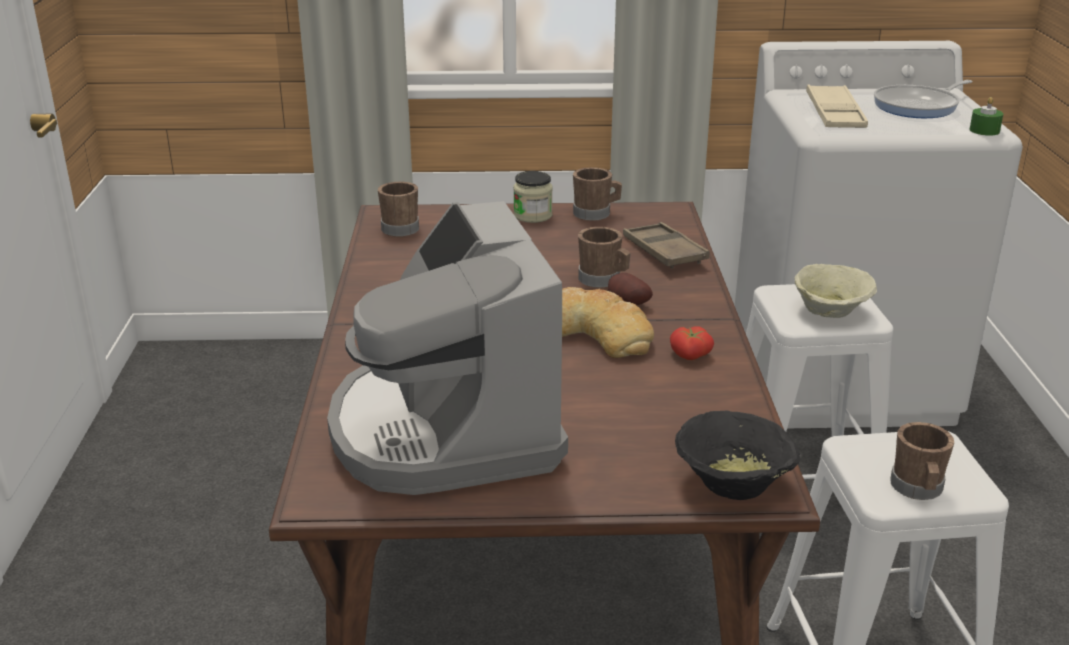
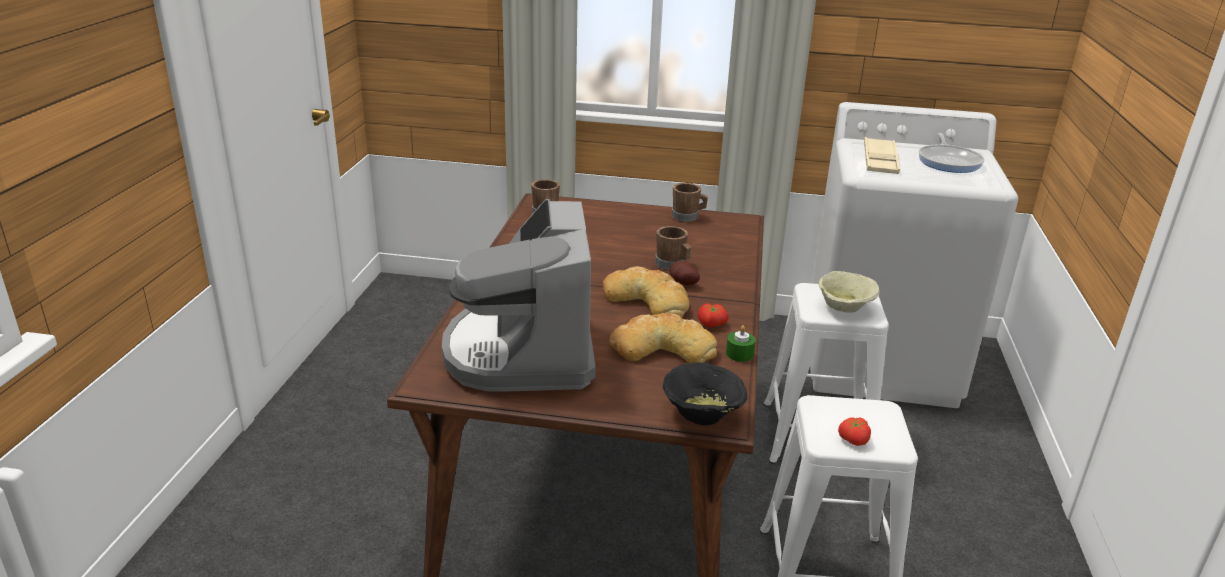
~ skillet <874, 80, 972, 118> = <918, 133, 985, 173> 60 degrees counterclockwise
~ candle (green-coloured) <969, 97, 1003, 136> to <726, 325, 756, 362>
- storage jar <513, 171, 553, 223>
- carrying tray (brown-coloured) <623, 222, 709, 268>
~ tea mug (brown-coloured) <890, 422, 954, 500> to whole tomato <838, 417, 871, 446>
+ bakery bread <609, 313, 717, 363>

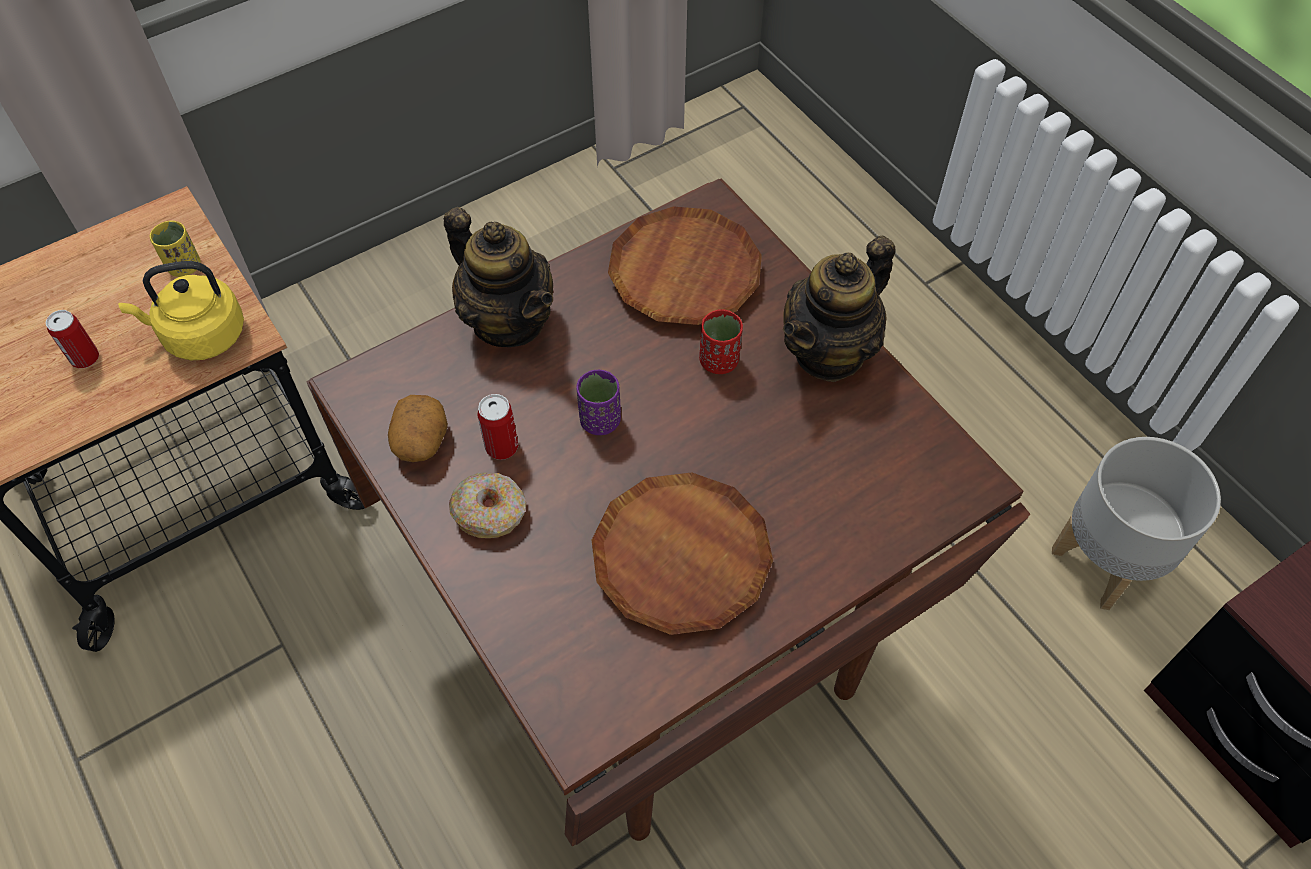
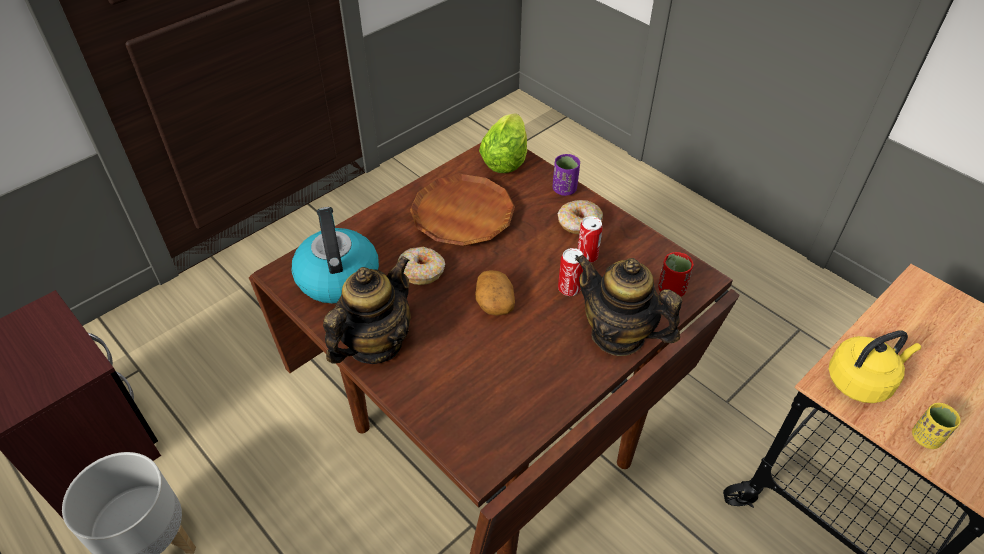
- flat dish (brown-coloured) <608, 206, 762, 325>
~ small cup (red) <699, 309, 743, 374> to <658, 252, 694, 297>
~ can <46, 310, 99, 368> to <558, 248, 583, 296>
~ small cup (purple) <576, 370, 621, 435> to <553, 154, 580, 196>
~ spud <388, 395, 448, 462> to <475, 270, 515, 316>
+ head of lettuce <479, 113, 527, 173>
+ kettle <291, 207, 379, 304>
+ ring doughnut <397, 247, 445, 285>

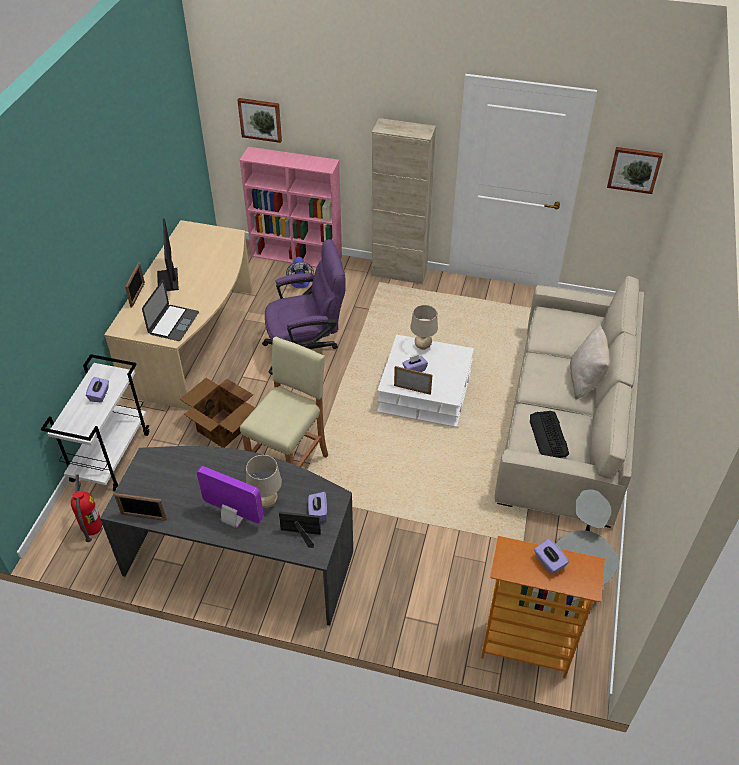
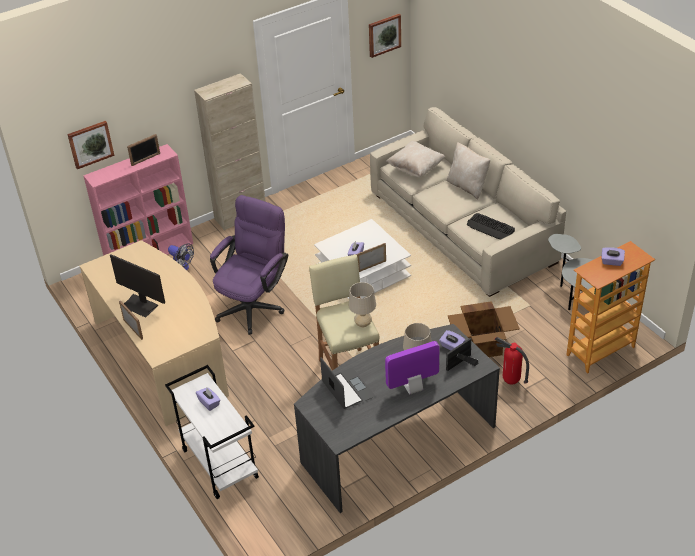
~ laptop <142, 280, 199, 341> to <320, 358, 375, 409>
~ table lamp (beige-coloured) <410, 305, 438, 350> to <349, 282, 376, 327>
~ carton <180, 378, 255, 448> to <448, 301, 520, 357>
~ fire extinguisher <71, 474, 102, 542> to <495, 337, 529, 385>
~ photo frame <114, 493, 167, 521> to <127, 134, 160, 166>
+ pillow (beige-coloured) <386, 141, 445, 177>

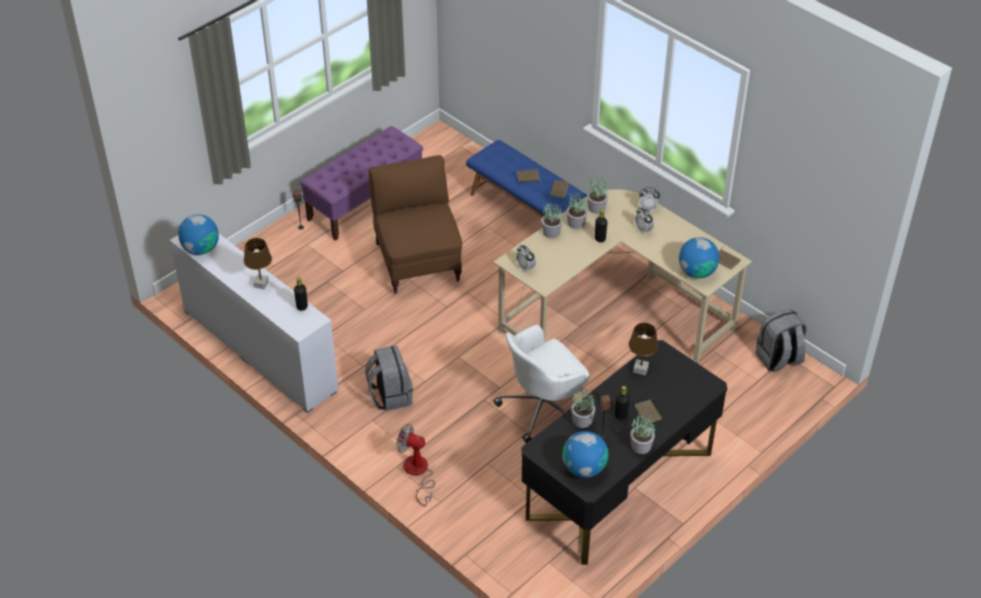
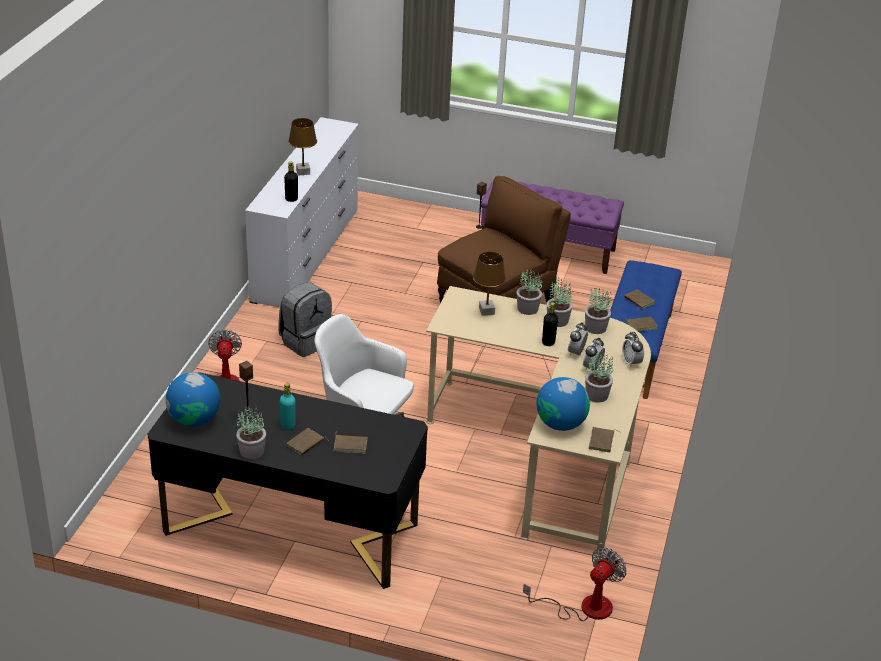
- desk globe <178, 214, 219, 255>
~ alarm clock <516, 245, 536, 273> to <568, 323, 588, 356>
~ knapsack (grey) <755, 309, 807, 372> to fan <523, 548, 627, 621>
~ table lamp (brown-coloured) <629, 323, 658, 375> to <473, 252, 506, 316>
~ beverage bottle (blackish) <615, 386, 630, 420> to beverage bottle (turquoise-coloured) <280, 383, 296, 430>
~ plant in a pot <571, 388, 595, 428> to <585, 351, 613, 402>
+ bound book (brown-coloured) <333, 435, 368, 454>

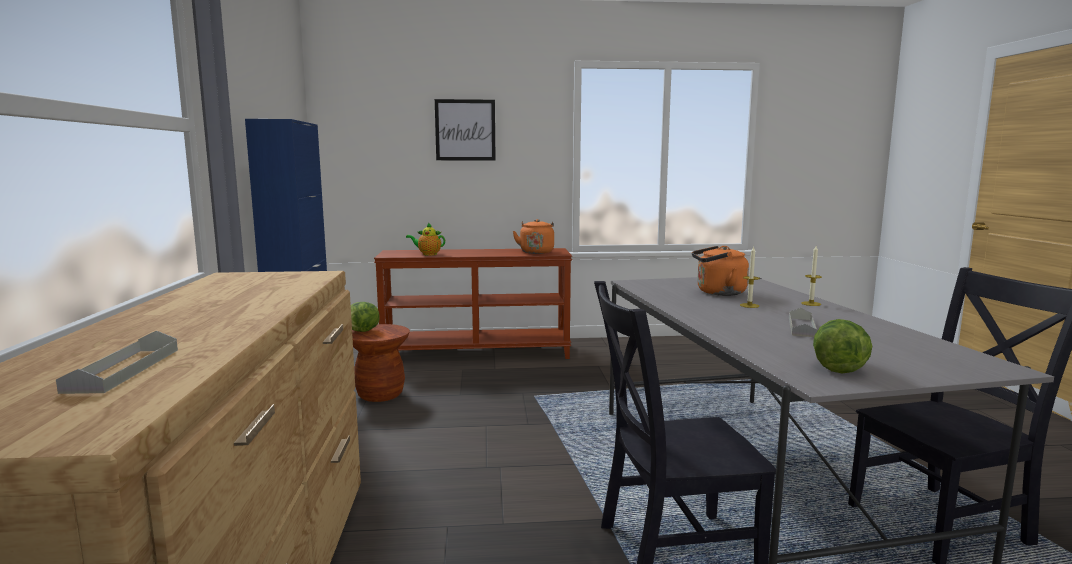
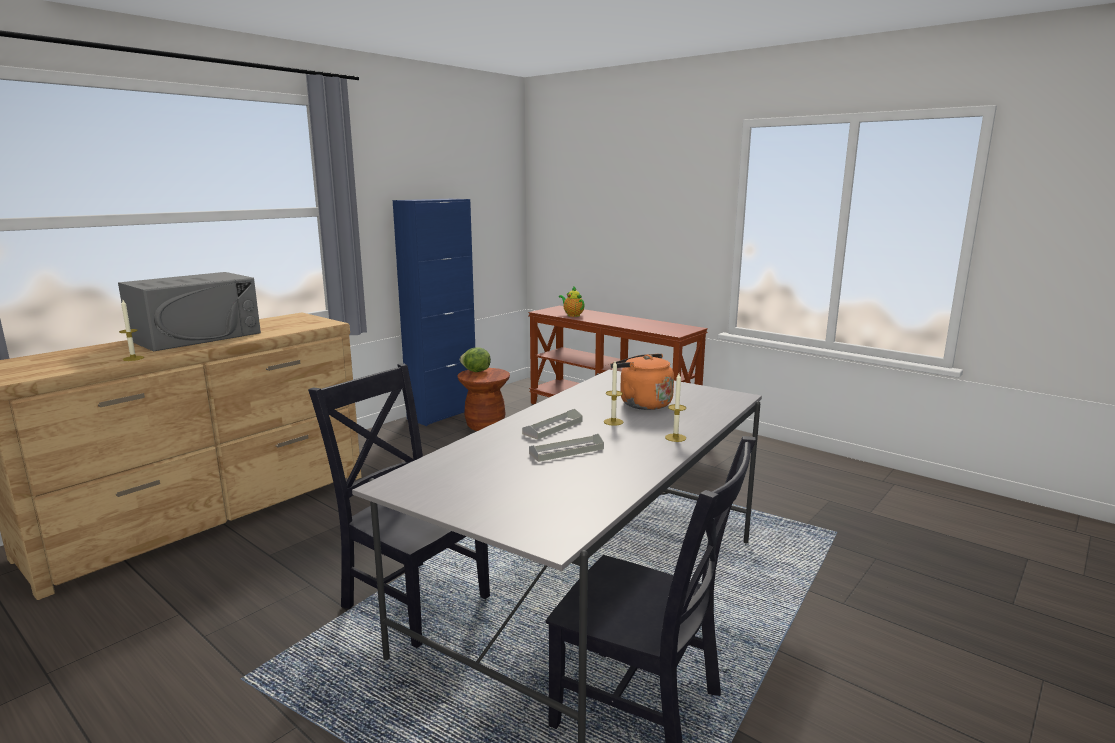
- wall art <435, 99, 496, 160>
- kettle (orangey) <513, 219, 554, 254>
- head of lettuce <813, 319, 872, 374>
~ carrying tray (grey) <56, 331, 178, 394> to <522, 409, 583, 440>
+ microwave oven (grey) <118, 272, 261, 352>
+ candle <119, 300, 144, 361>

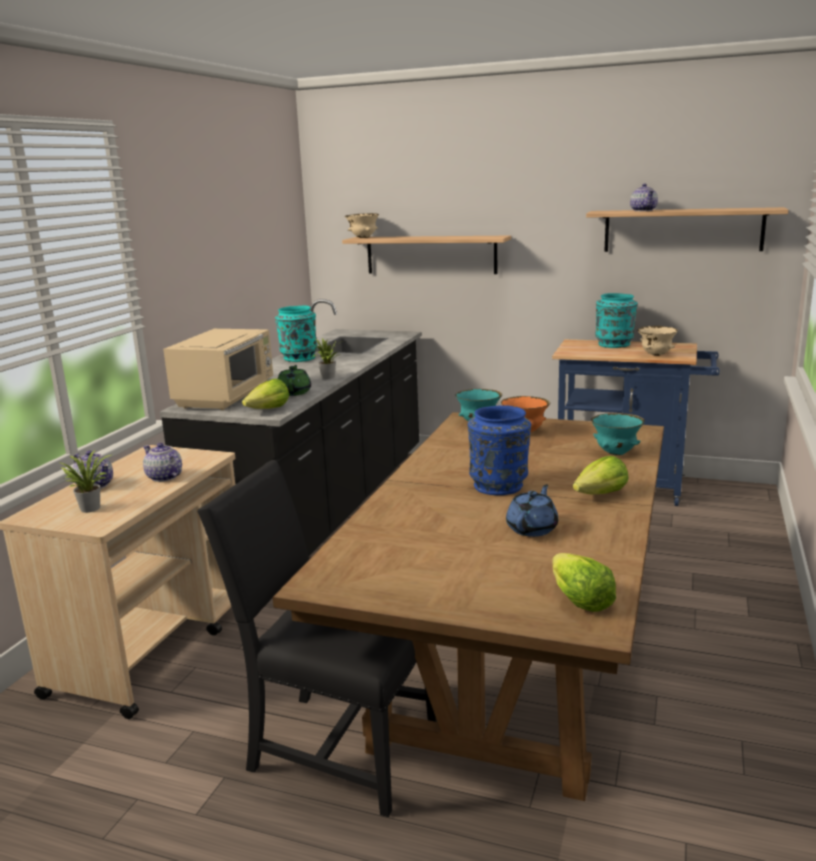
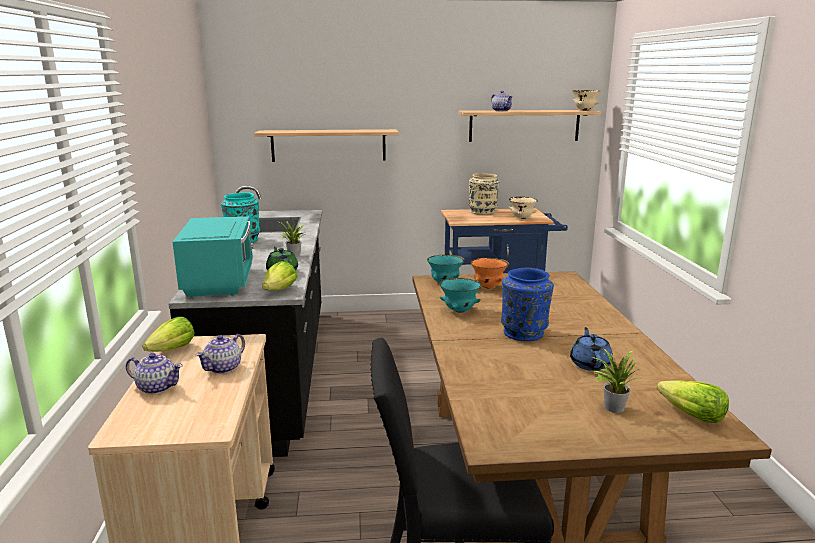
~ deep dish (beige-coloured) <345, 213, 379, 238> to <572, 90, 601, 111>
~ vase (turquoise-coloured) <595, 293, 637, 348> to vase (beige-coloured) <469, 173, 500, 215>
~ microwave oven (beige-coloured) <163, 329, 273, 410> to microwave oven (turquoise-coloured) <173, 216, 253, 298>
~ deep dish (turquoise-coloured) <591, 413, 645, 455> to <440, 278, 481, 313>
~ tea pot <143, 443, 182, 482> = <196, 334, 245, 374> 75 degrees counterclockwise
~ plant in a pot <58, 450, 111, 513> to <590, 348, 643, 413>
~ head of lettuce <573, 456, 629, 494> to <142, 317, 195, 352>

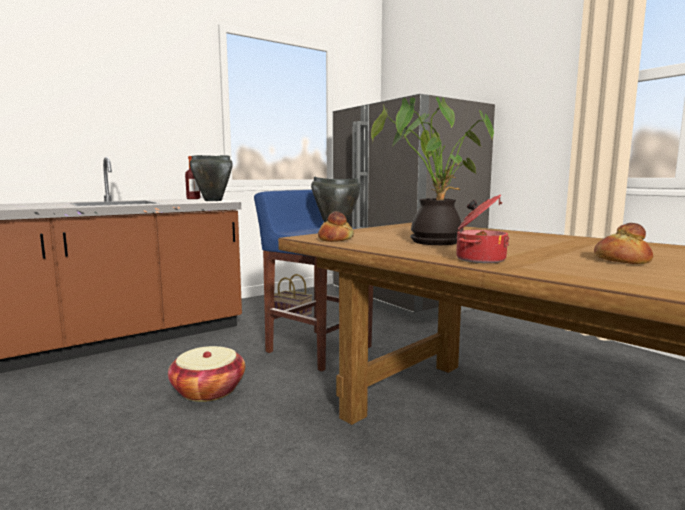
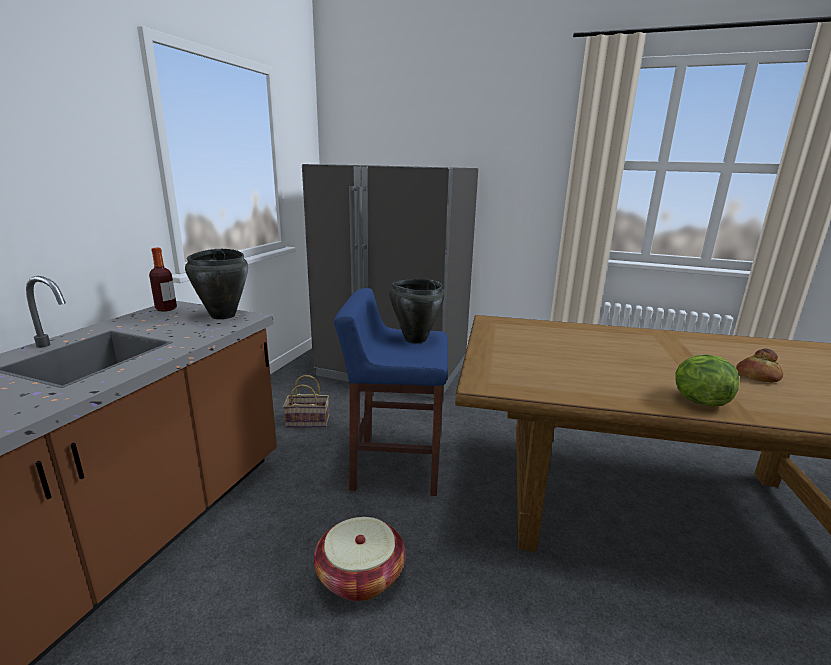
- plant in a pot <371, 97, 494, 245>
~ stockpot <456, 194, 510, 263> to head of lettuce <675, 355, 739, 407>
- bakery bread <318, 211, 354, 242>

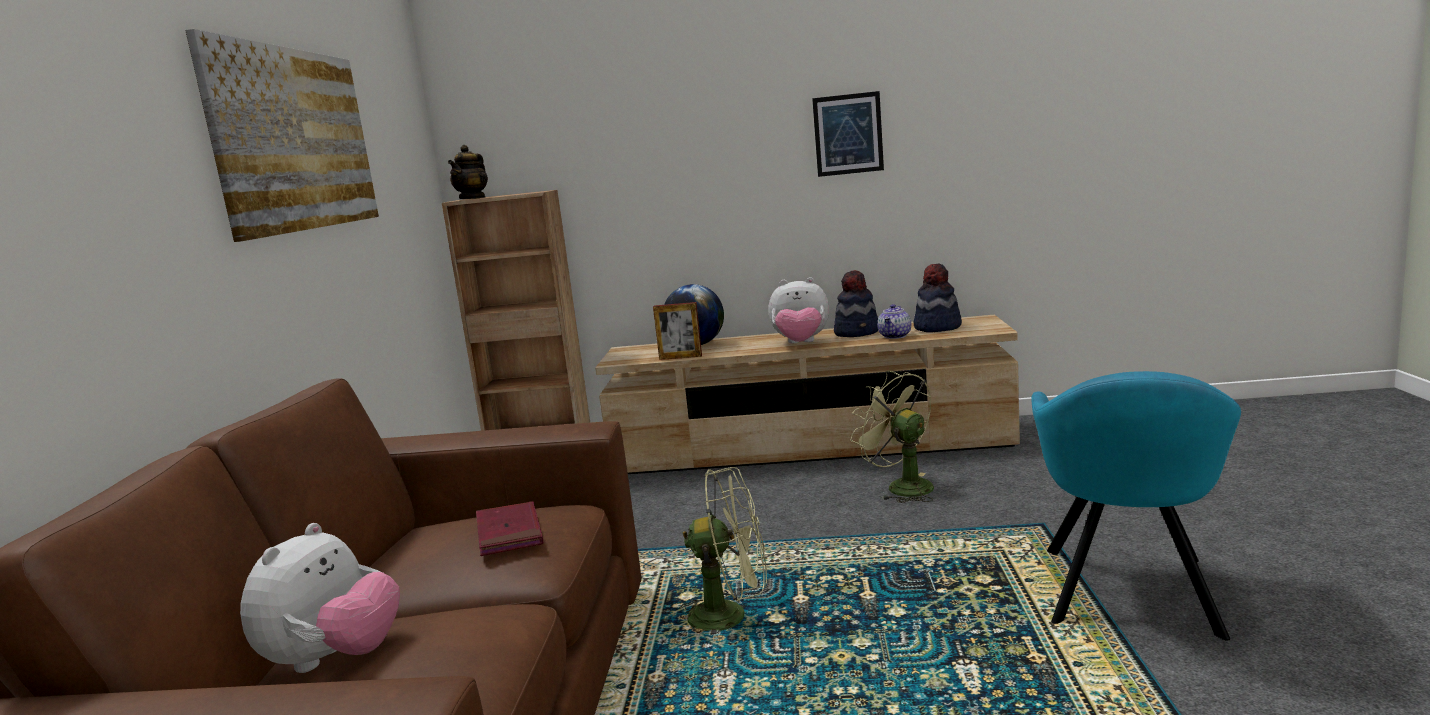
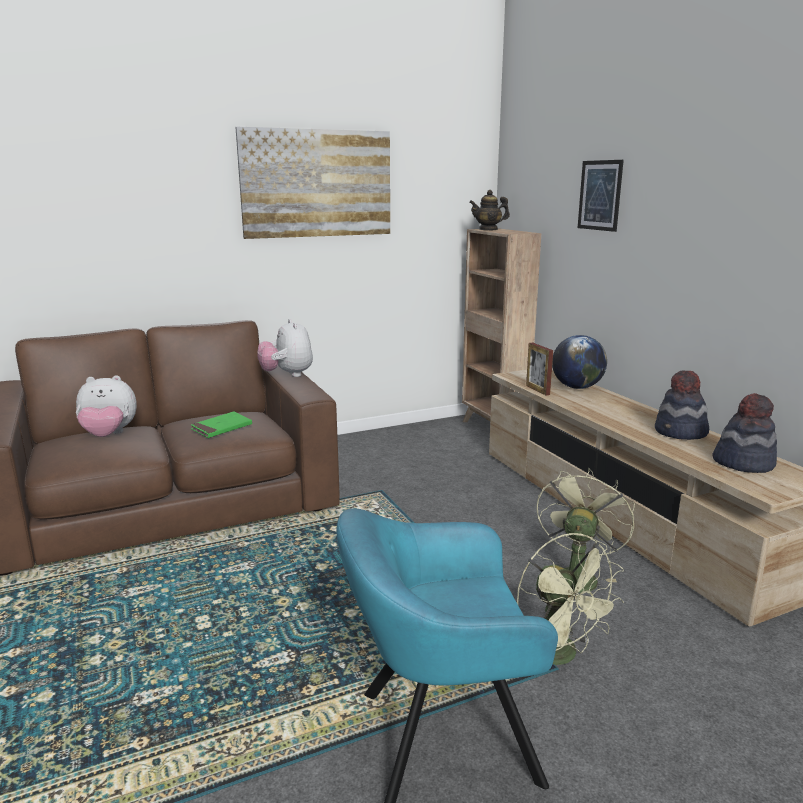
~ wall art <812, 91, 884, 177> to <578, 160, 624, 232>
~ soft toy <769, 277, 829, 343> to <257, 319, 313, 377>
- tea pot <877, 304, 911, 339>
~ fan (green-coloured) <680, 467, 767, 634> to <517, 533, 624, 665>
~ bound book (red) <476, 501, 543, 556> to bound book (green-coloured) <191, 411, 252, 438>

